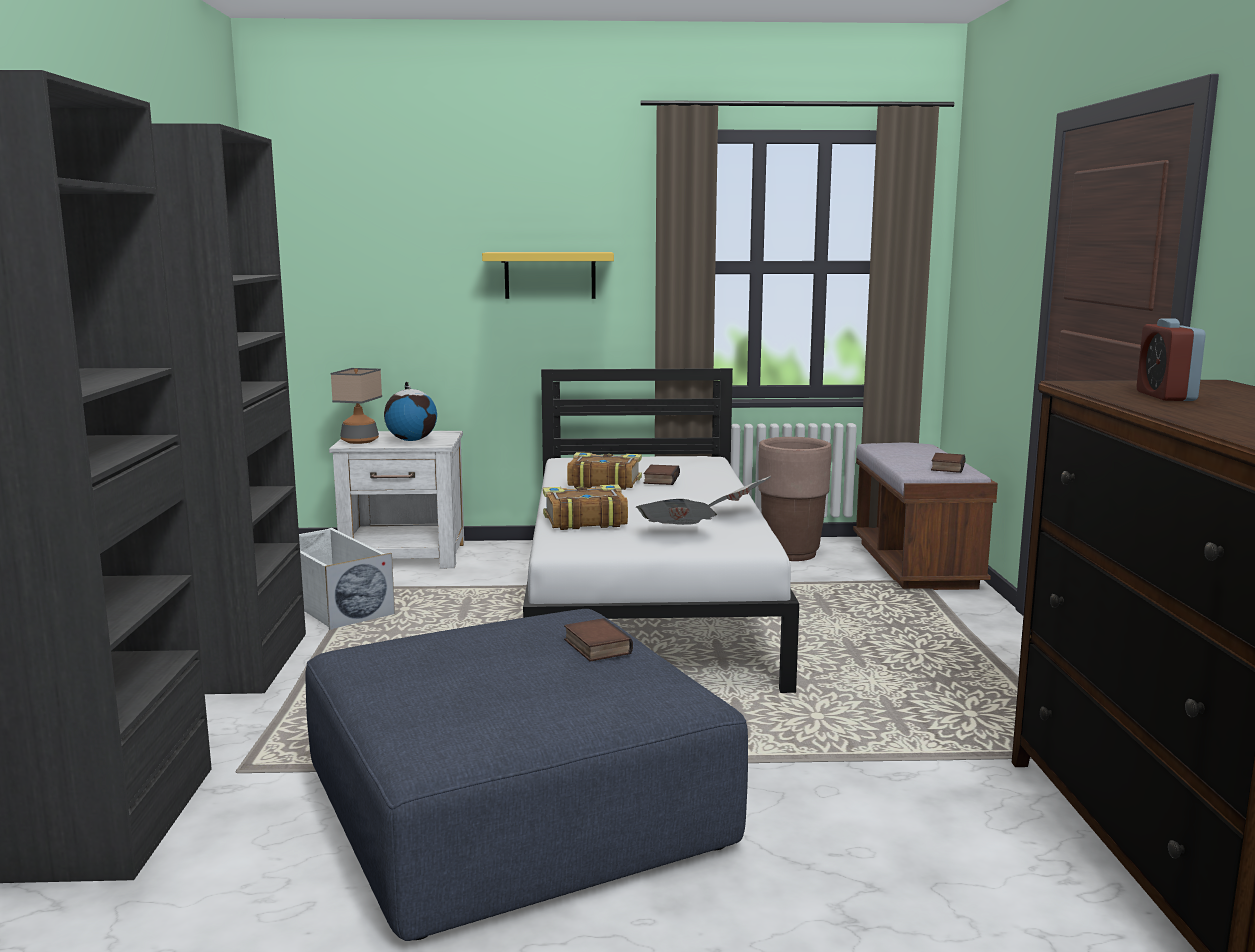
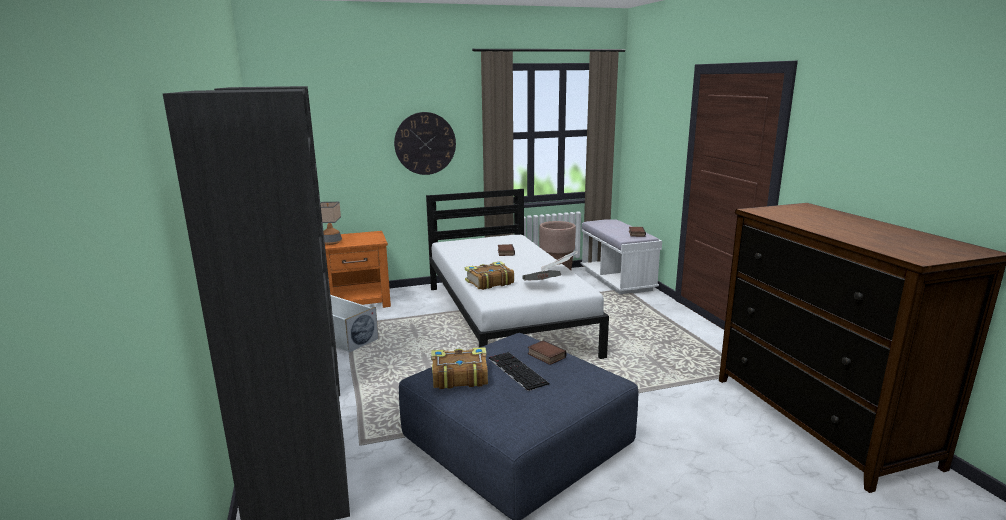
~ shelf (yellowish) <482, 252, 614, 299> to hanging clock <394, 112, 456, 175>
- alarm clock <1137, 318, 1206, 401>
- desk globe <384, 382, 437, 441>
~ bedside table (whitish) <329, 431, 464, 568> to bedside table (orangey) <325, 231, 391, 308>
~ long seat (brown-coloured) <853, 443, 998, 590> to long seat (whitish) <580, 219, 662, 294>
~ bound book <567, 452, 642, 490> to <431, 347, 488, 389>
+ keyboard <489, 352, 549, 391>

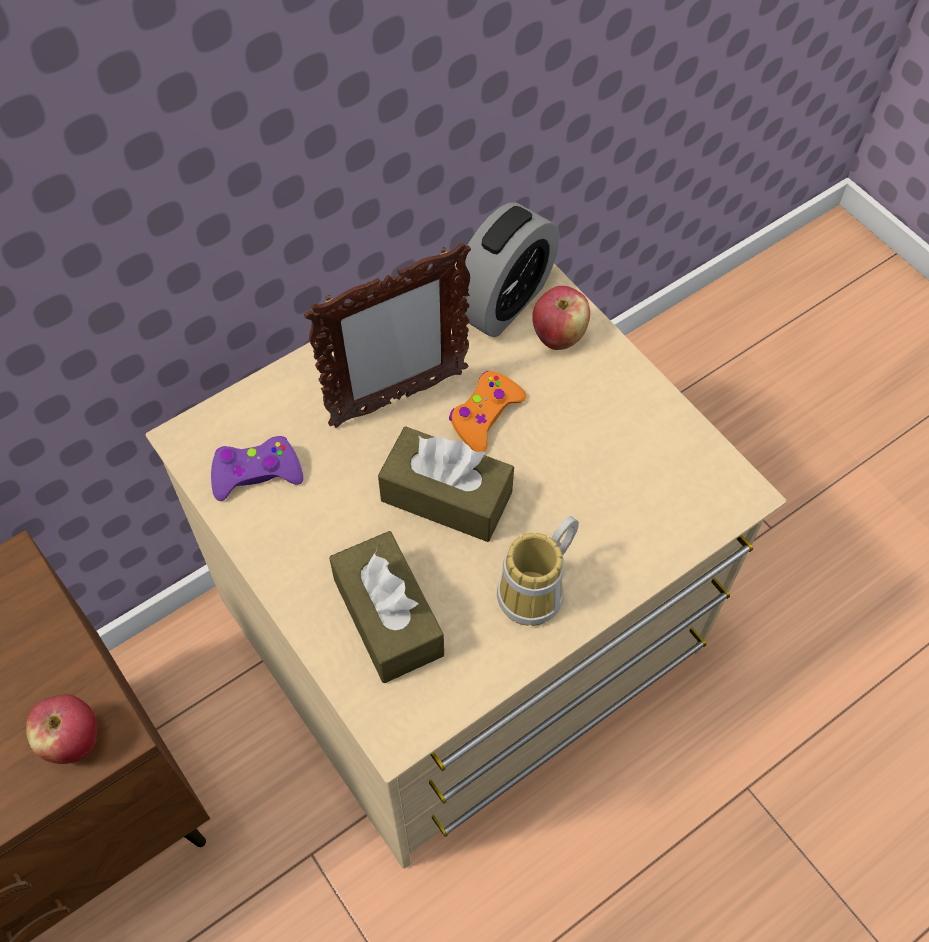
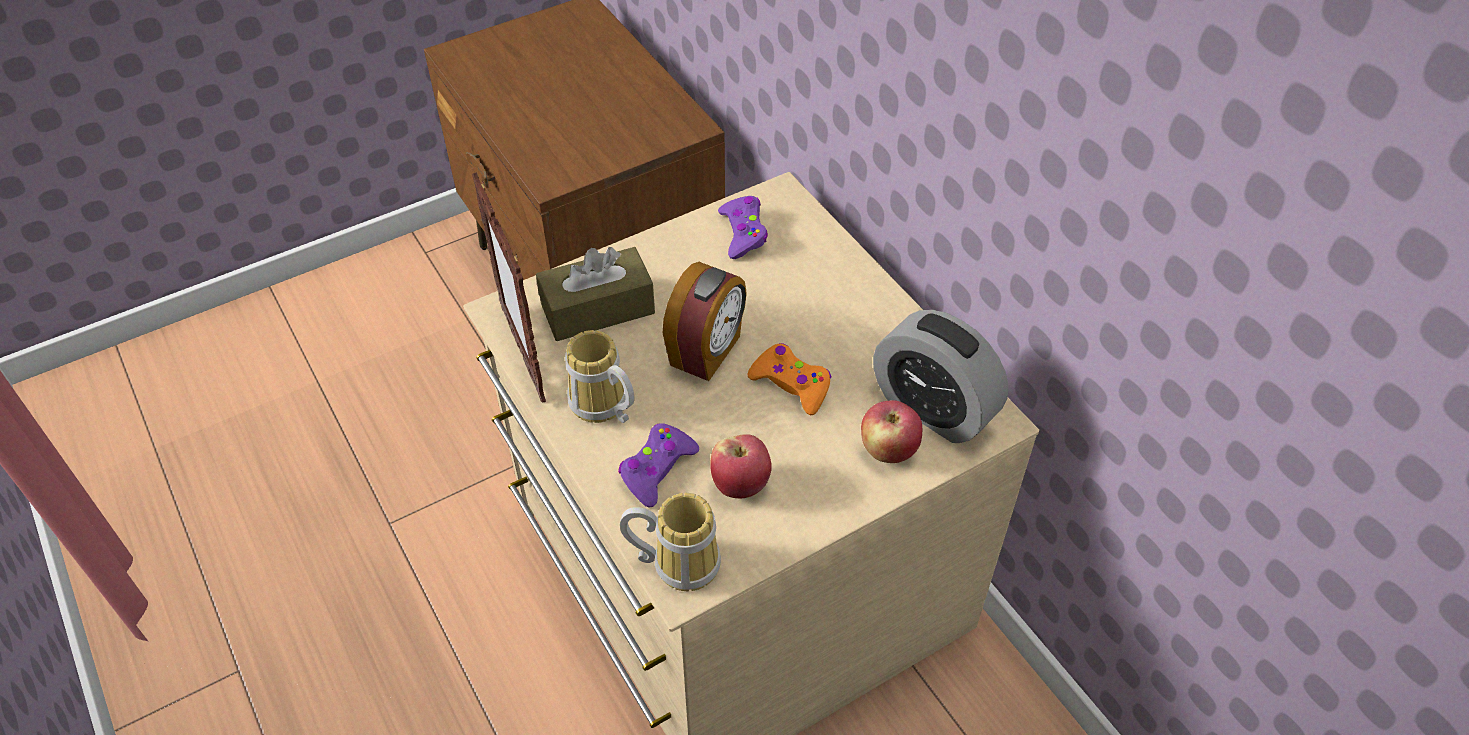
~ photo frame <304, 242, 471, 428> to <472, 172, 546, 403>
~ tissue box (brown-coloured) <378, 426, 514, 542> to alarm clock <663, 262, 746, 381>
~ whole apple <26, 695, 98, 764> to <710, 434, 772, 498>
+ joypad (purple) <618, 423, 699, 507>
+ tea mug <620, 492, 721, 591>

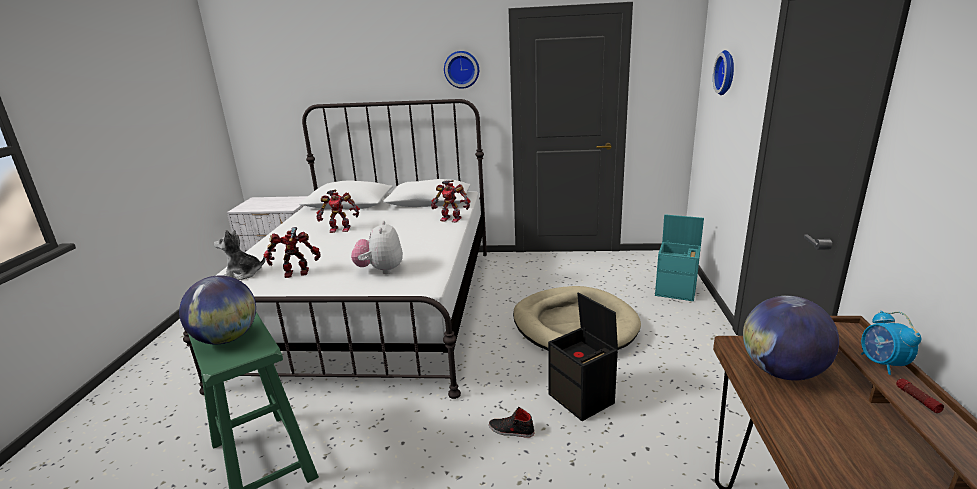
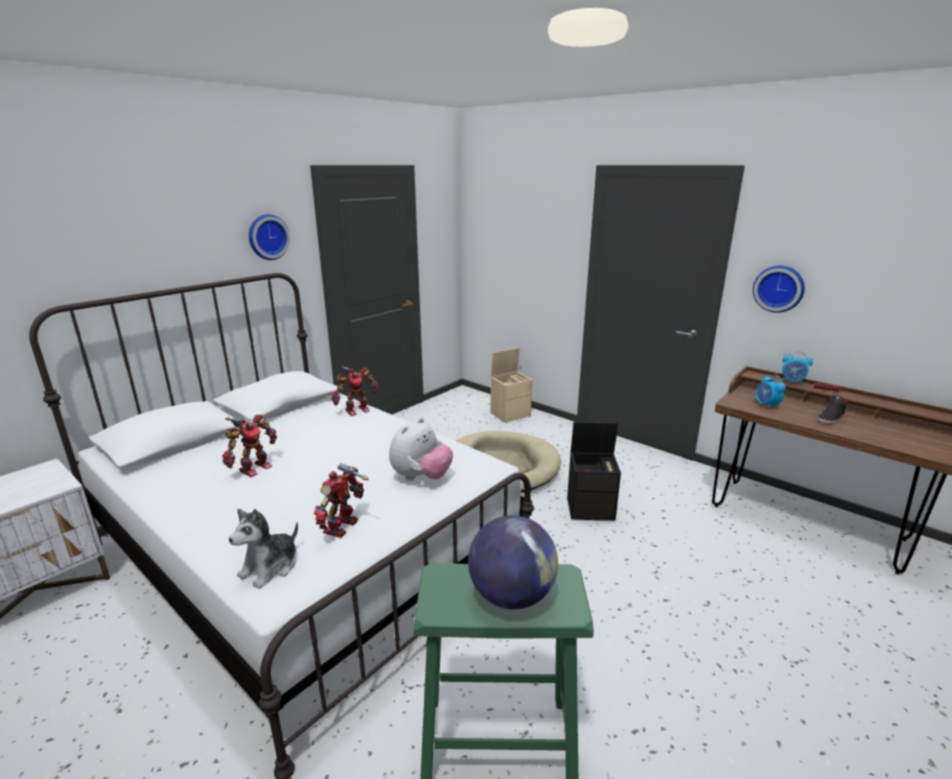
~ hanging clock <713, 50, 734, 95> to <753, 266, 805, 313>
~ storage bin (turquoise-coloured) <655, 214, 704, 301> to storage bin (beige-coloured) <490, 347, 532, 423>
~ soft toy <351, 220, 403, 274> = <389, 418, 453, 480> 90 degrees counterclockwise
~ desk globe <743, 296, 839, 381> to alarm clock <756, 375, 786, 410>
~ shoe (blackish) <489, 407, 535, 438> to <817, 395, 849, 424>

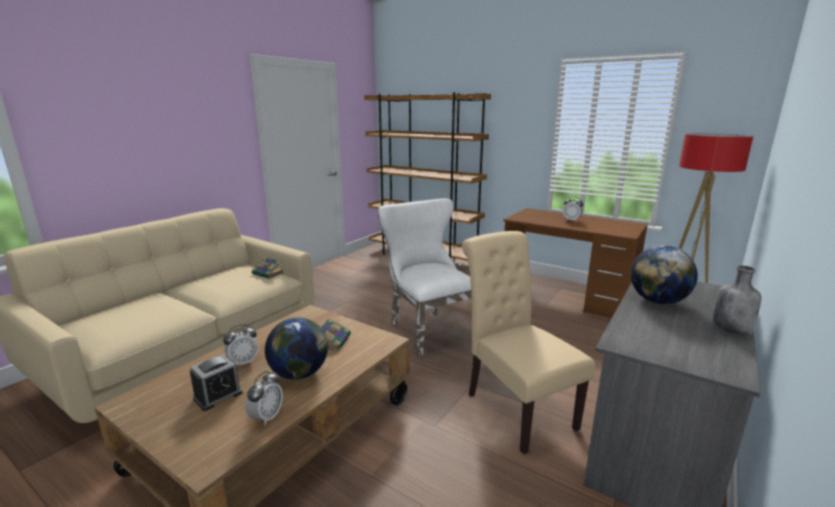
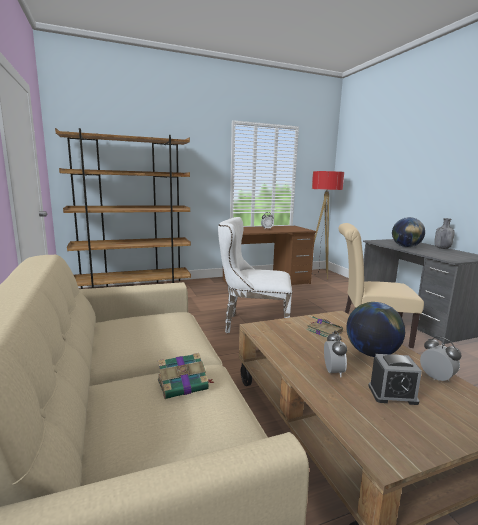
~ bound book <252, 257, 284, 279> to <158, 353, 214, 399>
~ alarm clock <190, 354, 243, 411> = <368, 354, 422, 405> 105 degrees clockwise

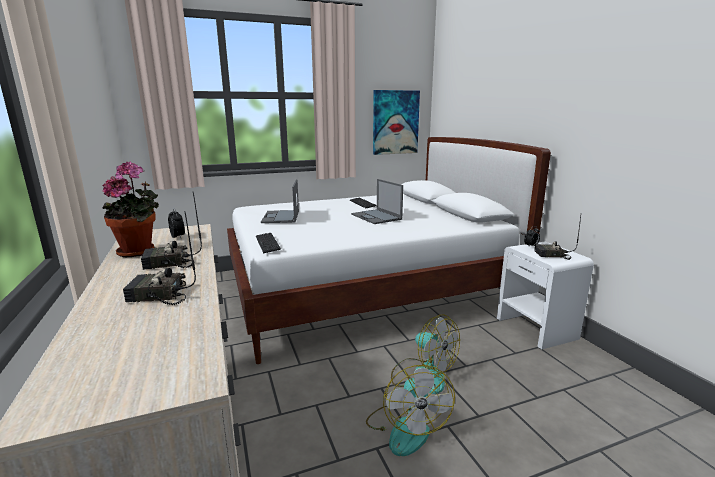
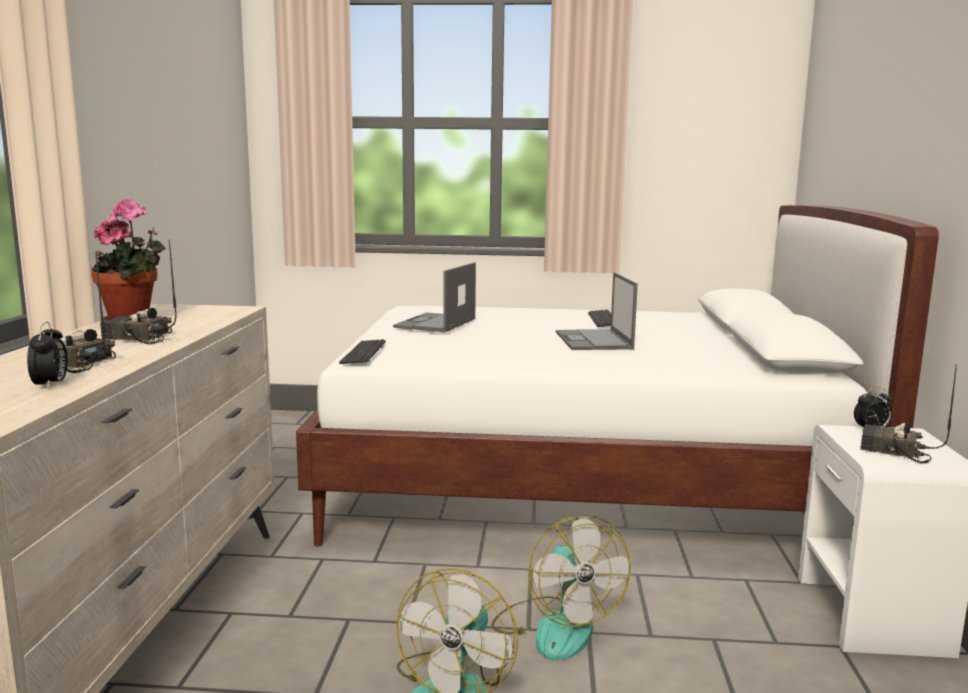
- wall art <373, 90, 420, 155>
~ alarm clock <168, 208, 185, 238> to <27, 322, 67, 389>

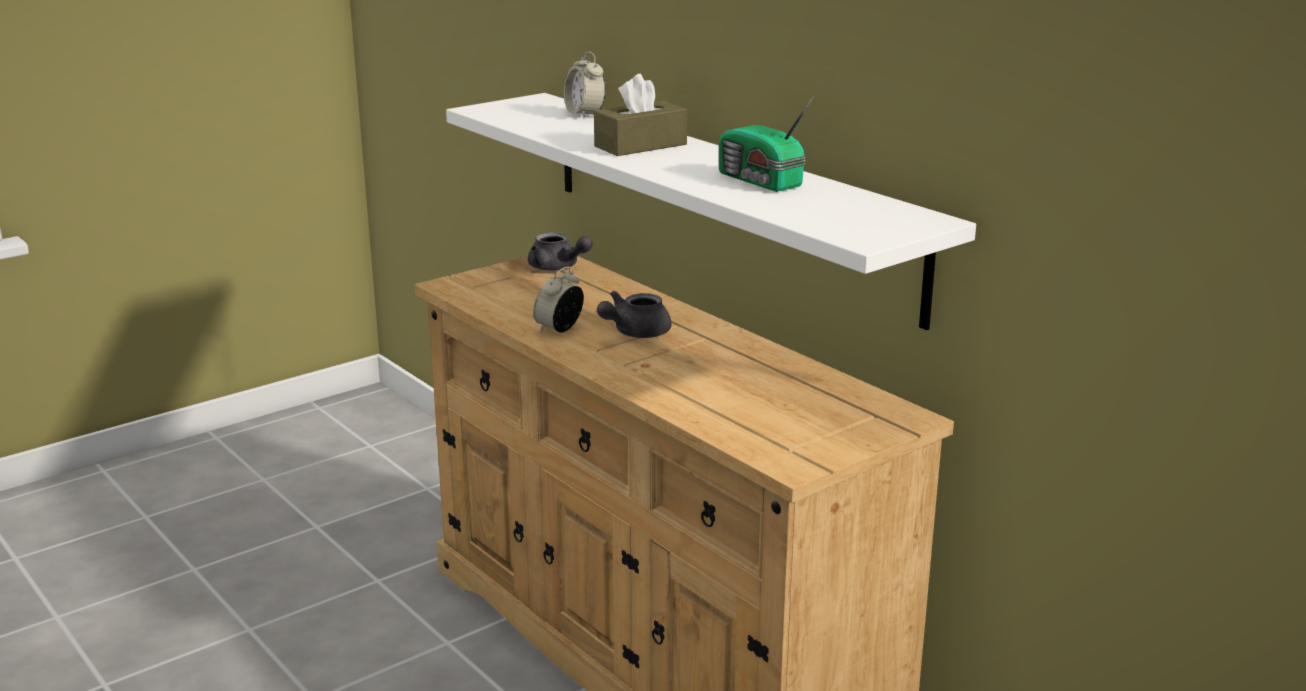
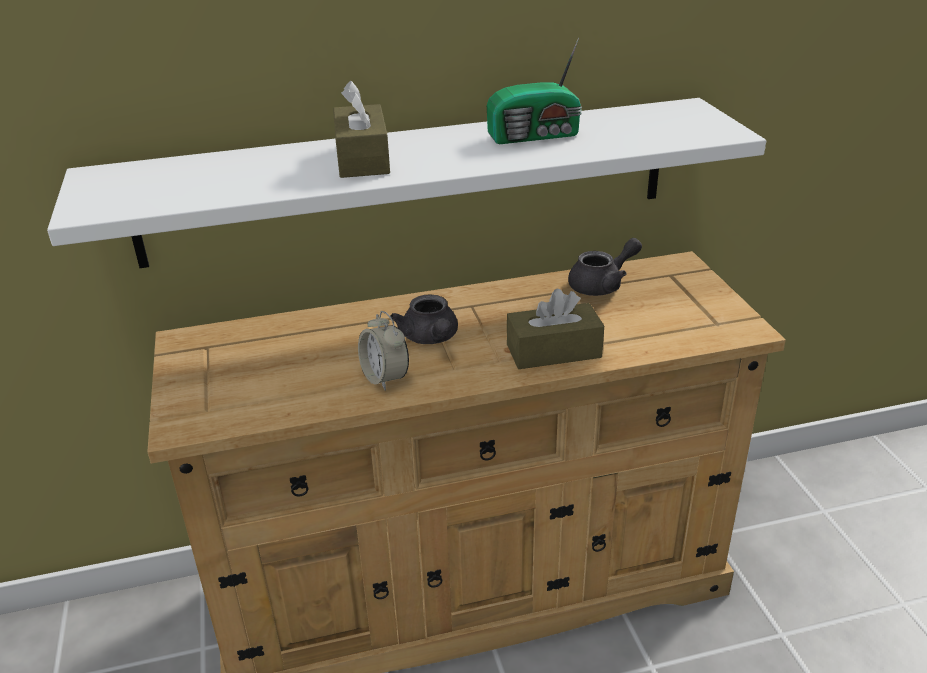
- alarm clock <564, 52, 606, 118>
~ tea pot (grey) <528, 232, 593, 271> to <568, 238, 642, 296>
+ tissue box (brown-coloured) <507, 288, 604, 369>

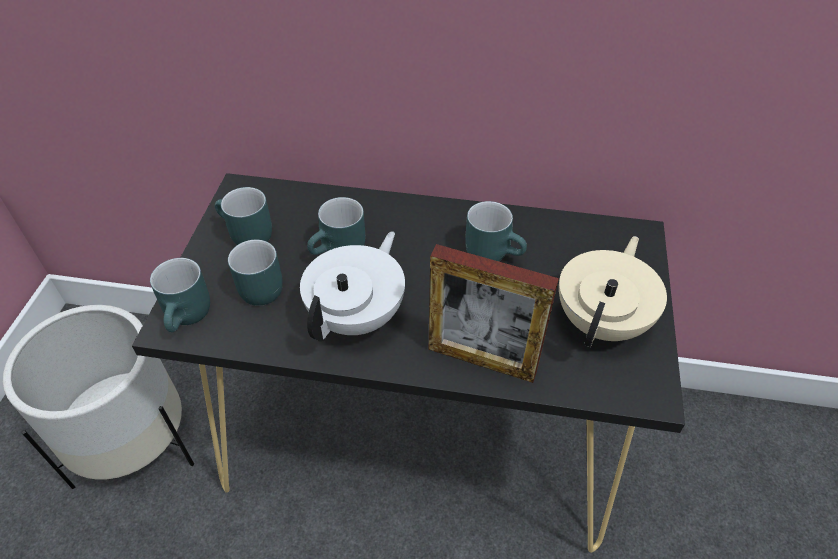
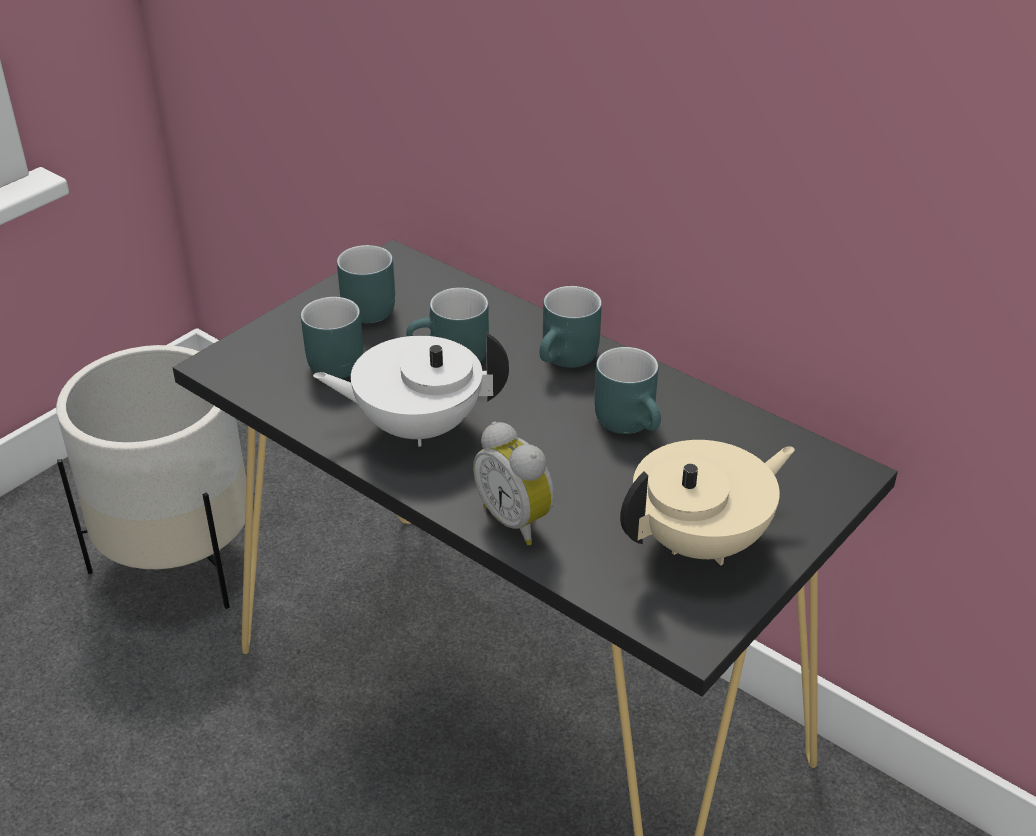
~ tea pot (whitish) <300, 231, 405, 342> = <313, 332, 509, 447> 150 degrees counterclockwise
~ photo frame <429, 244, 559, 383> to alarm clock <473, 422, 554, 545>
~ tea mug (turquoise-coloured) <150, 258, 210, 332> to <539, 286, 602, 368>

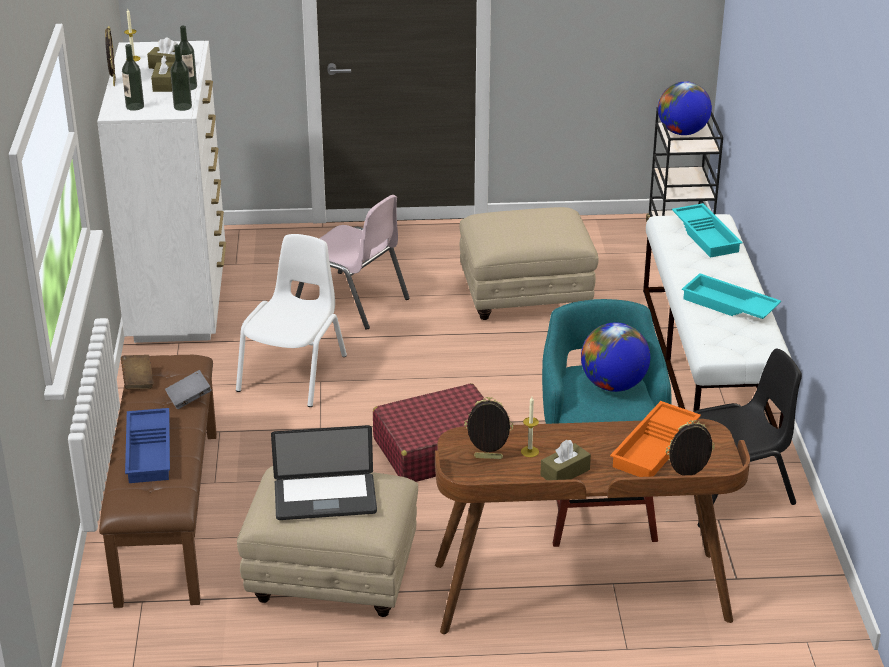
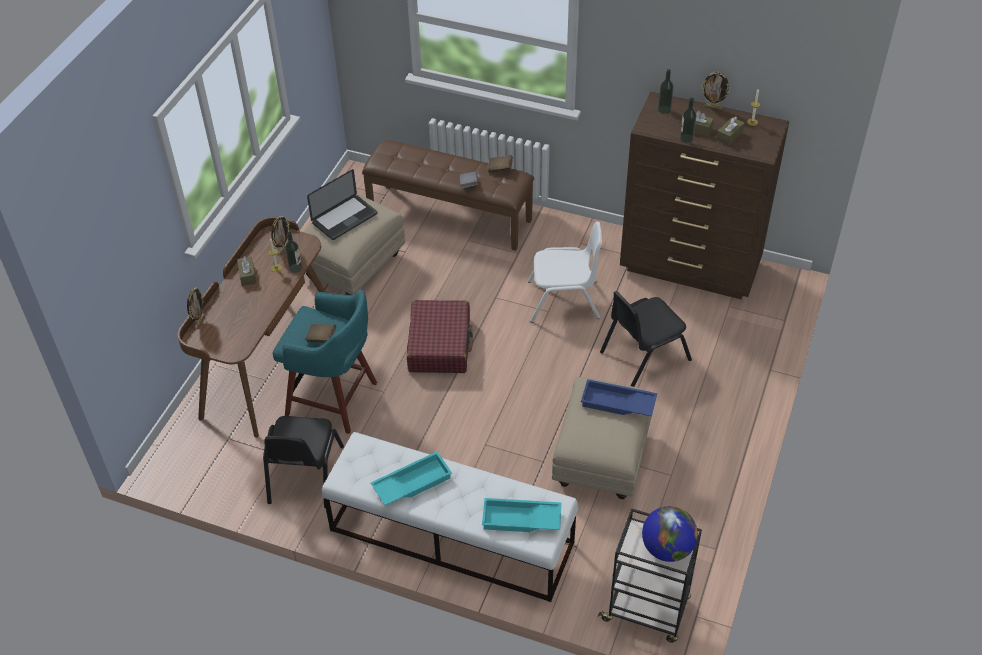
~ chest of drawers (whitish) <97, 41, 226, 343> to chest of drawers (brown-coloured) <620, 92, 789, 299>
~ beverage bottle <170, 44, 192, 111> to <285, 232, 302, 273>
~ upright chair (pinkish) <295, 195, 410, 330> to upright chair (blackish) <600, 291, 692, 387>
~ upright chair (whitish) <236, 234, 347, 407> = <528, 221, 602, 323> 45 degrees counterclockwise
~ desk globe <581, 322, 650, 392> to bound book (brown-coloured) <305, 324, 336, 343>
- carrying tray (orangey) <610, 401, 701, 477>
~ carrying tray (blue) <125, 408, 170, 483> to <581, 379, 657, 416>
~ laptop <271, 425, 377, 520> = <307, 169, 378, 240> 150 degrees counterclockwise

